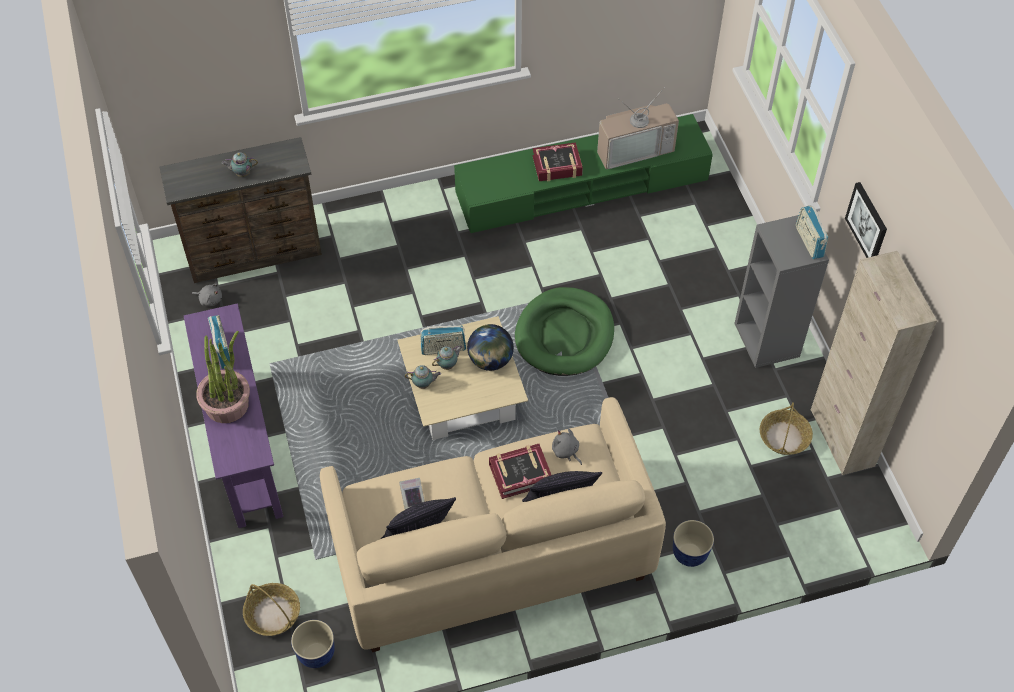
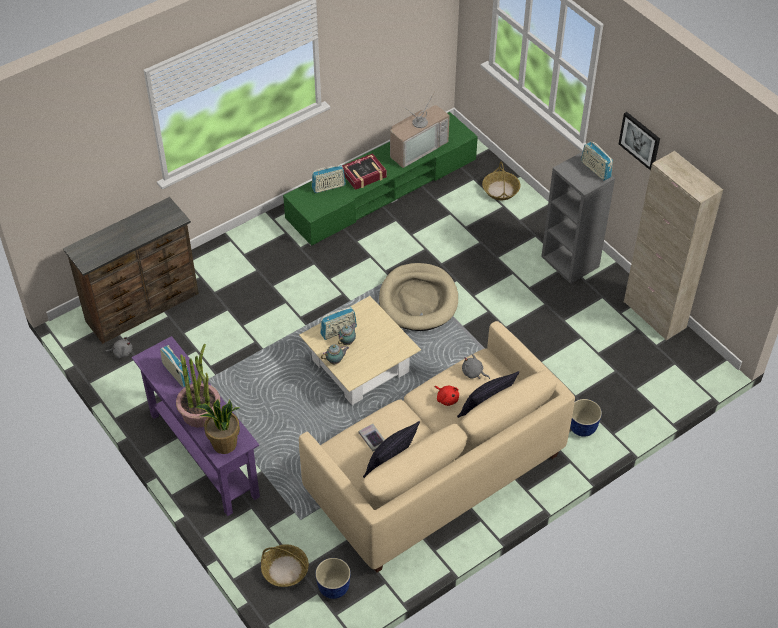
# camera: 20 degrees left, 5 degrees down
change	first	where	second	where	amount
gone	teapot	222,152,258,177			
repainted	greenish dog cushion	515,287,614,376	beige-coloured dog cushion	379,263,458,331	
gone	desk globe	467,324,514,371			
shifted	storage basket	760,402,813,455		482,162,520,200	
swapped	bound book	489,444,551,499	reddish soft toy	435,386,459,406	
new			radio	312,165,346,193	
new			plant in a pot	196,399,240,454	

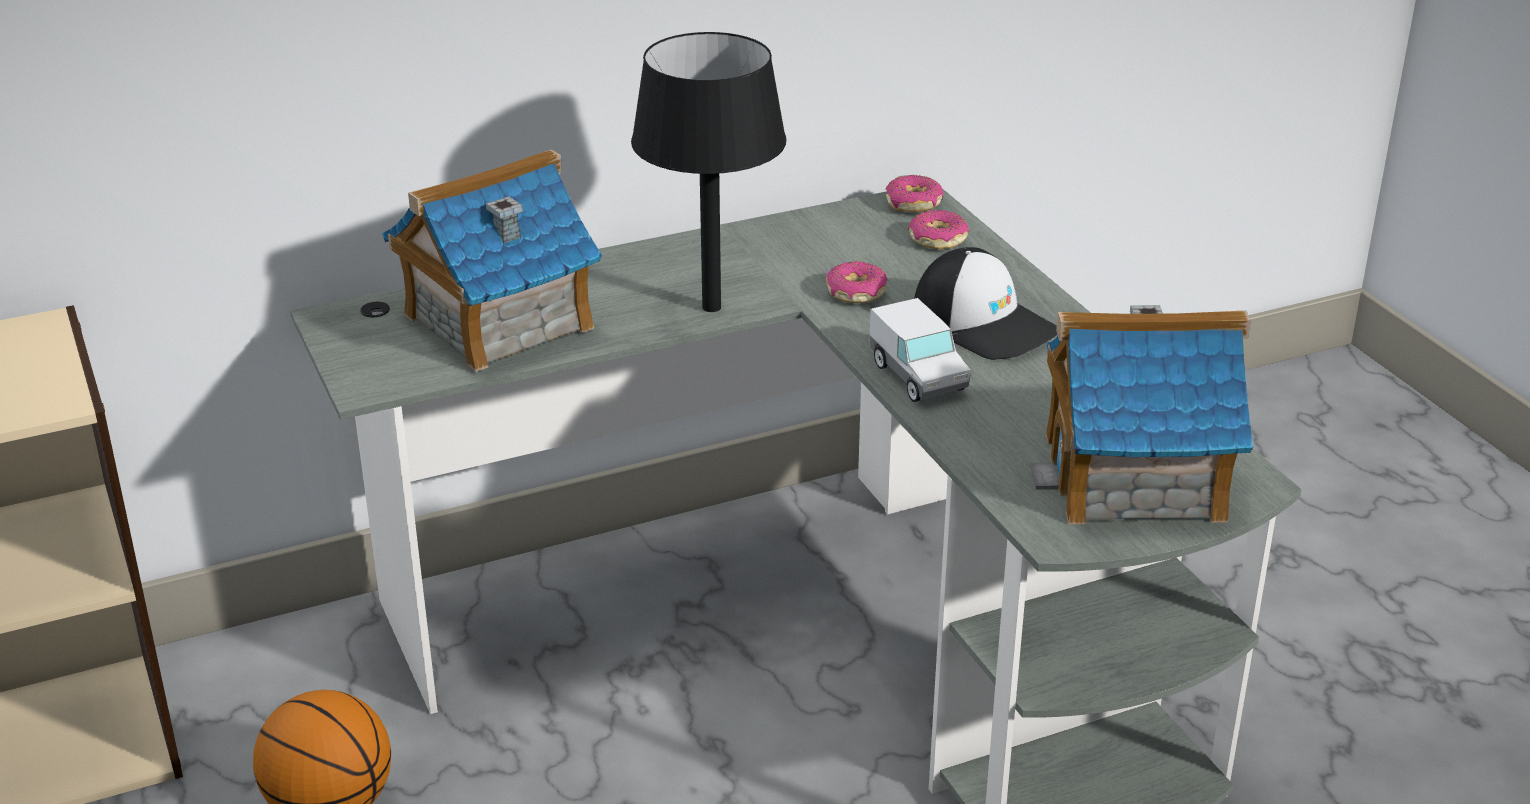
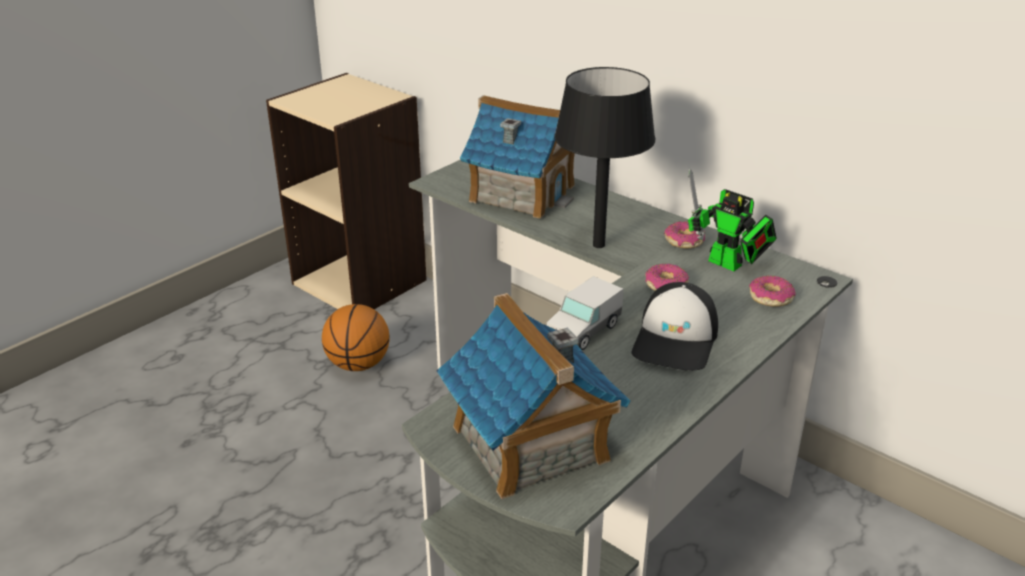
# camera: 65 degrees right, 0 degrees up
change	first	where	second	where	amount
shifted	doughnut	886,175,944,212		664,221,705,249	
new			toy robot	688,169,777,271	

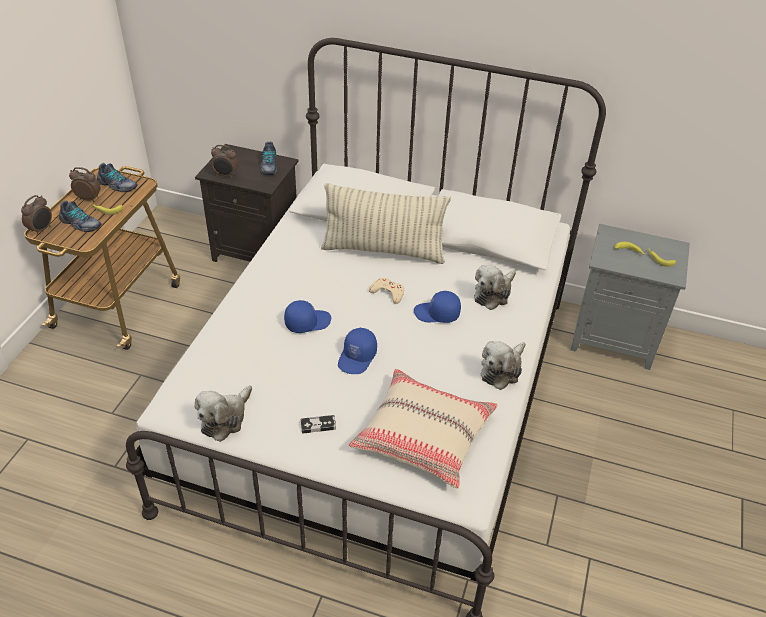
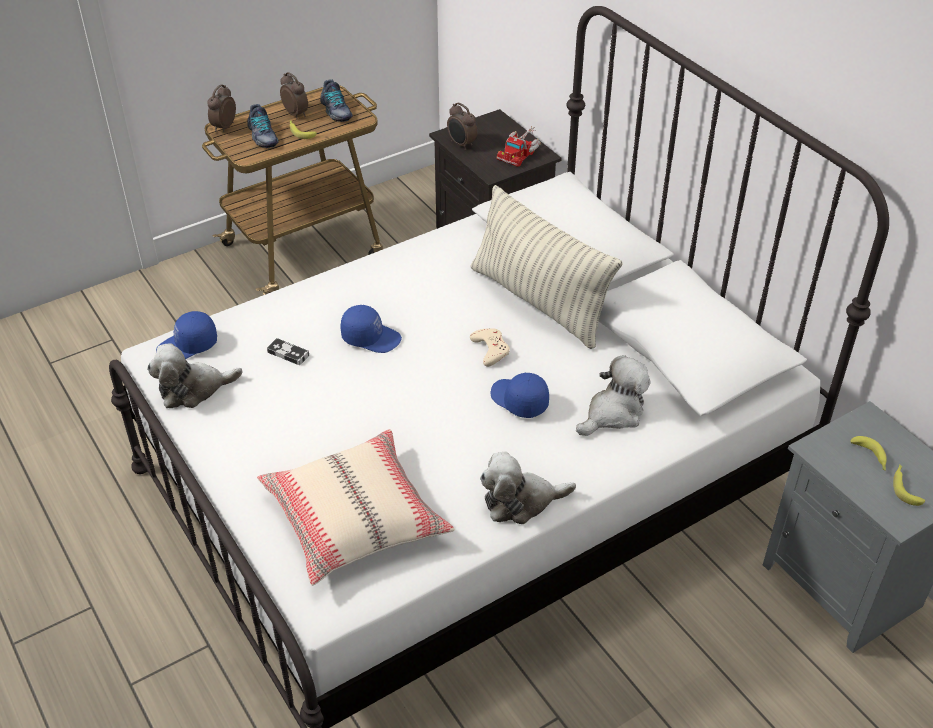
# camera: 40 degrees right, 0 degrees up
change	first	where	second	where	amount
swapped	low shoe	260,142,277,176	toy lorry	497,126,541,167	
rotated	table clock	21,195,52,236		207,84,236,132	135 degrees clockwise
rotated	soft toy	474,265,516,310		576,355,650,436	150 degrees clockwise
shifted	blue-coloured peaked cap	338,328,377,374		156,311,217,359	
shifted	game controller	301,415,336,434		267,338,309,365	

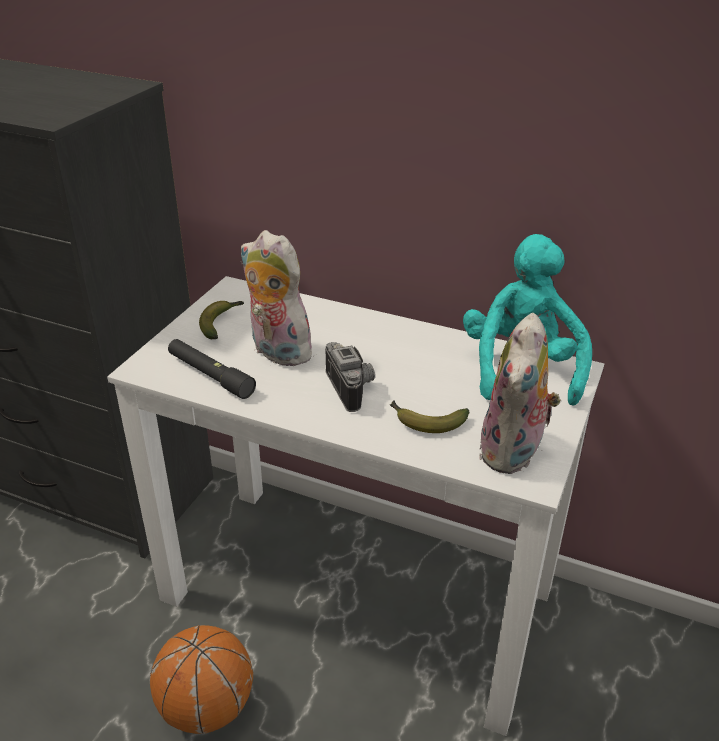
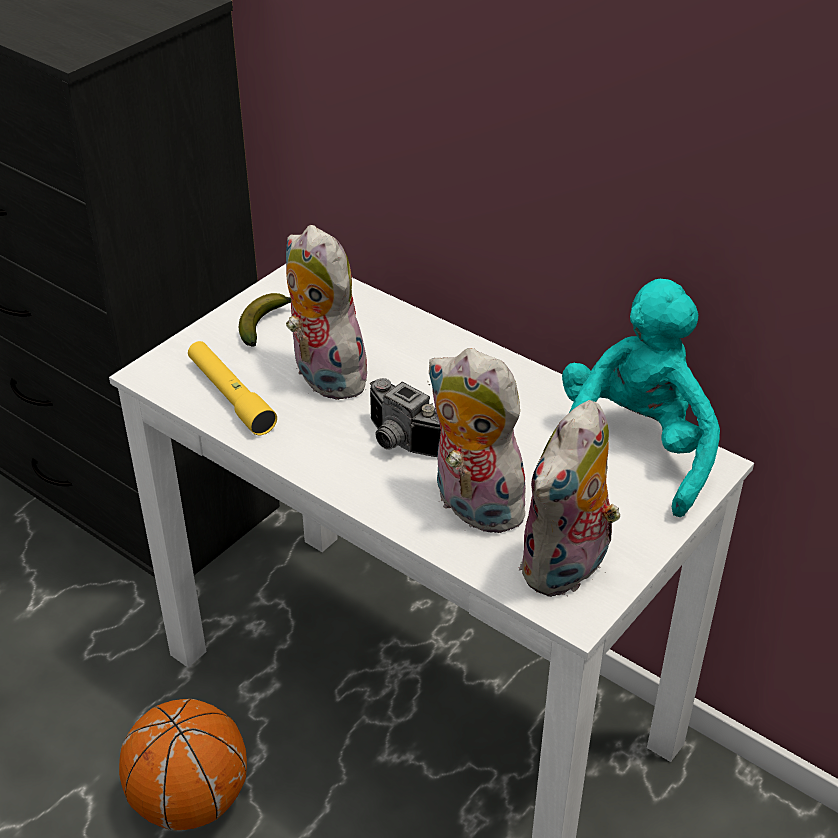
# camera: 15 degrees right, 5 degrees up
change	first	where	second	where	amount
repainted	black-coloured torch	168,339,256,399	yellowish torch	188,341,277,435	
rotated	photo camera	325,342,375,412		370,378,441,457	135 degrees clockwise
swapped	banana	390,400,470,433	soft toy	427,348,526,533	

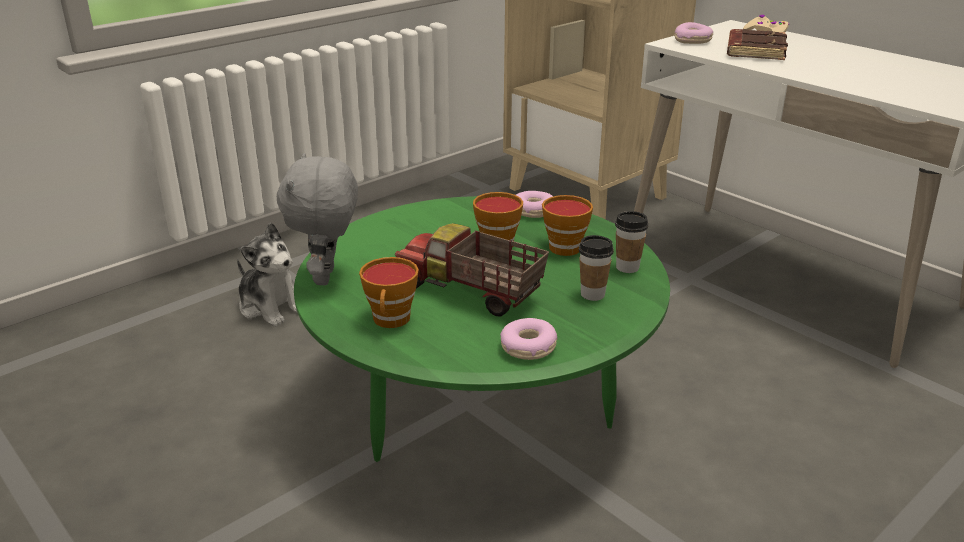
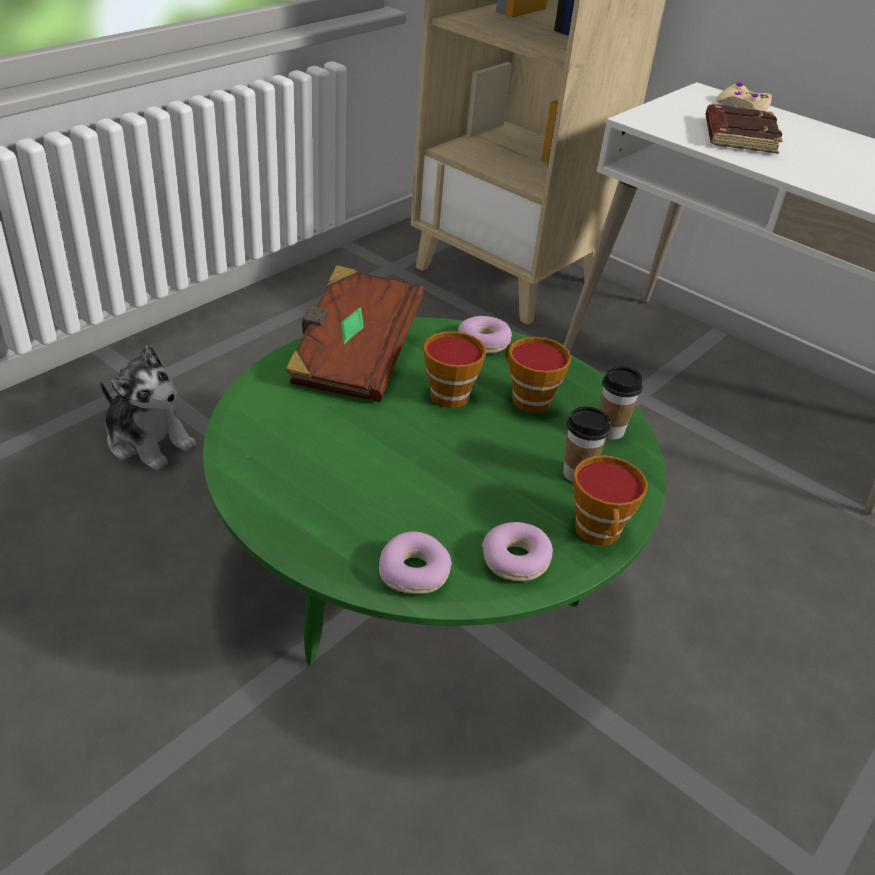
# camera: 10 degrees left, 10 degrees up
change	first	where	second	where	amount
shifted	doughnut	675,22,713,44		379,532,452,594	
gone	gray soft toy	277,153,358,285			
gone	toy lorry	395,223,549,317			
shifted	small cup	359,257,419,328		573,455,648,545	
new			brown-coloured bound book	285,265,424,402	

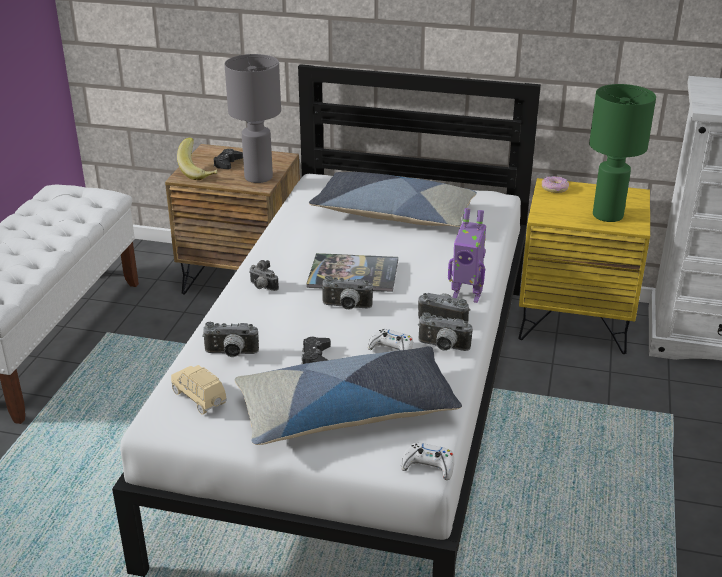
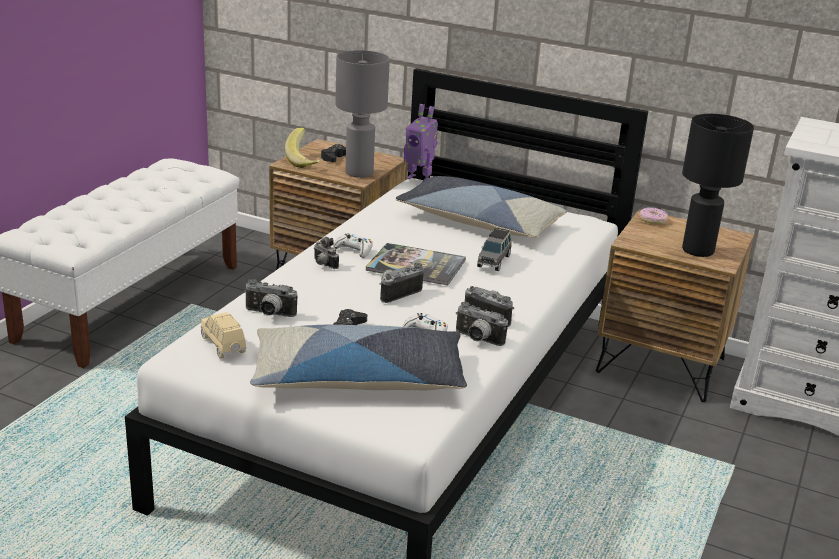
# camera: 10 degrees right, 5 degrees down
change	first	where	second	where	amount
repainted	greenish lamp for a table	589,84,656,222	black-coloured lamp for a table	682,114,754,257	
repainted	yellowish night table	518,178,650,354	brown-coloured night table	596,209,754,402	
shifted	toy robot	448,208,486,303		404,104,438,182	
rotated	photo camera	321,276,373,310		380,263,424,303	120 degrees clockwise
shifted	white-coloured game controller	401,443,454,480		333,233,373,258	
new			gray model car	477,227,512,271	

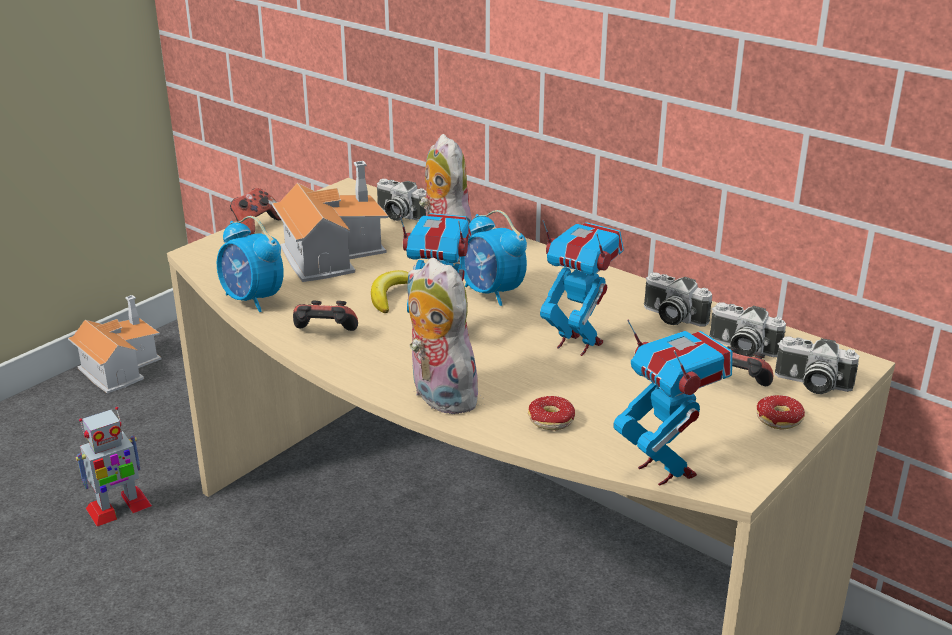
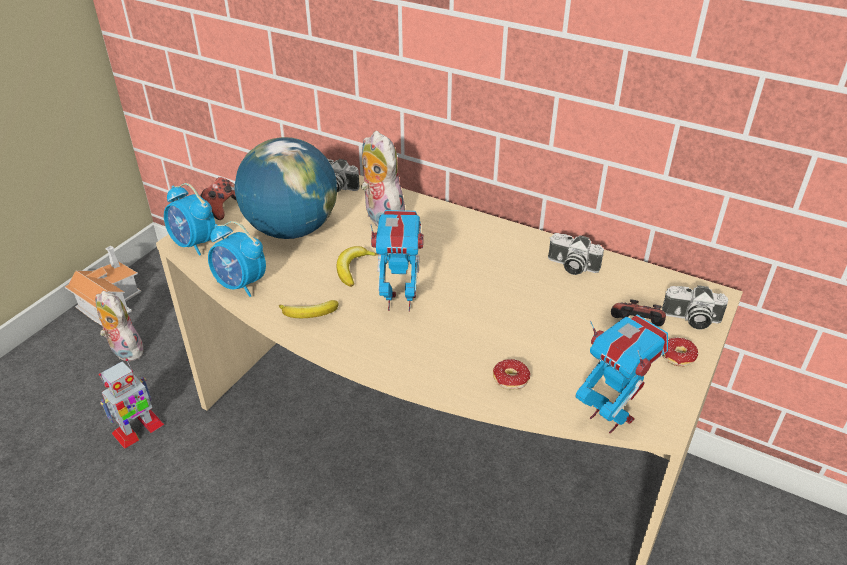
# camera: 10 degrees left, 10 degrees up
change	first	where	second	where	amount
swapped	model house	272,161,388,282	desk globe	235,137,337,239	
shifted	table clock	460,210,527,306		164,183,215,256	
gone	toy robot	540,220,624,356			
shifted	soft toy	407,258,478,415		96,291,143,361	
swapped	game controller	293,301,358,331	banana	279,300,338,318	
gone	photo camera	709,302,786,357			

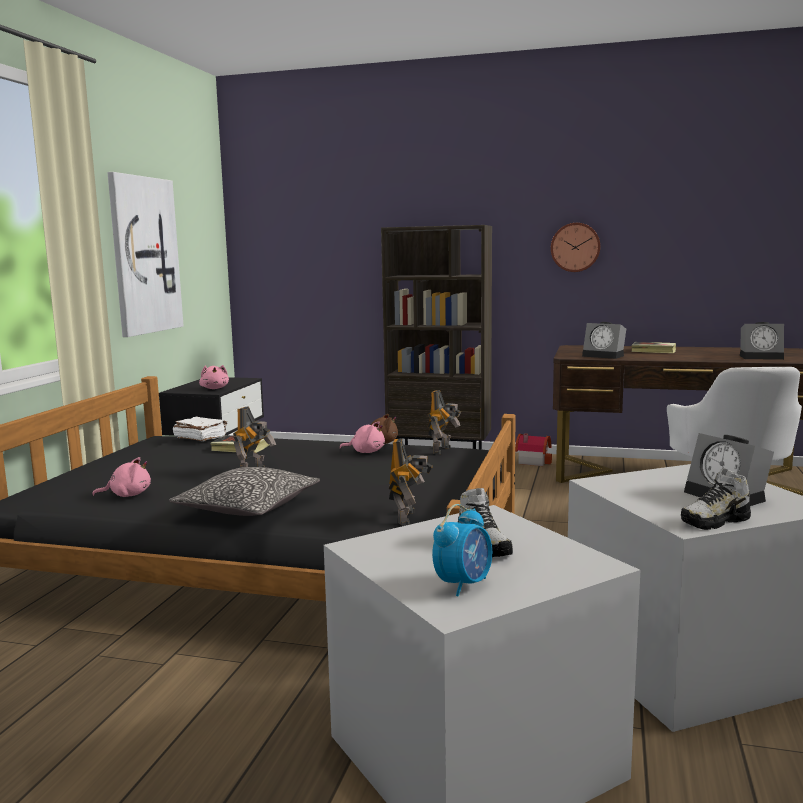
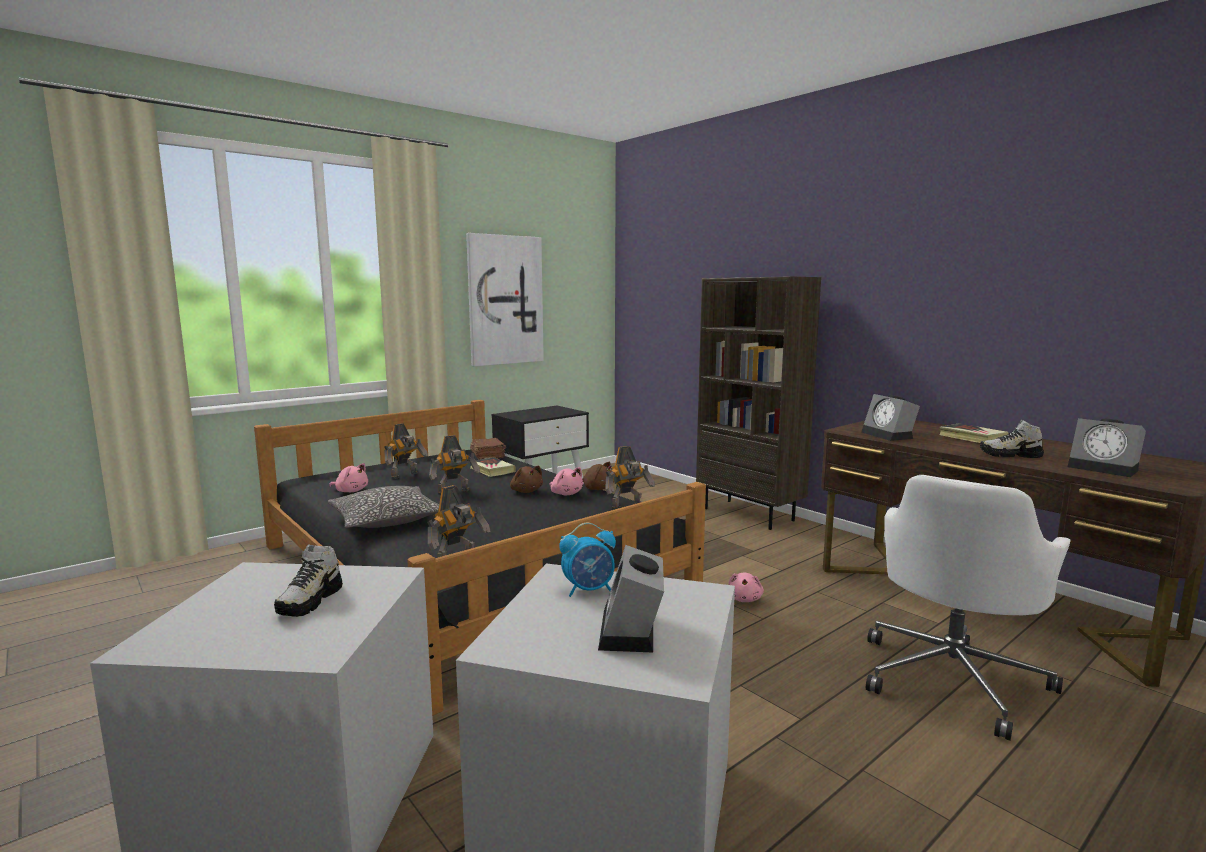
# camera: 35 degrees right, 0 degrees up
change	first	where	second	where	amount
gone	wall clock	551,223,600,272			
shifted	pink-coloured soft toy	199,365,229,389		729,573,764,602	
repainted	white-coloured bound book	173,416,227,441	brown-coloured bound book	470,438,506,459	
gone	model house	515,433,552,466			
shifted	low shoe	681,468,751,530		980,420,1044,458	
shifted	table clock	432,504,492,597		559,523,616,597	
new			toy robot	384,423,428,479	
new			brown-coloured soft toy	510,466,543,493	

